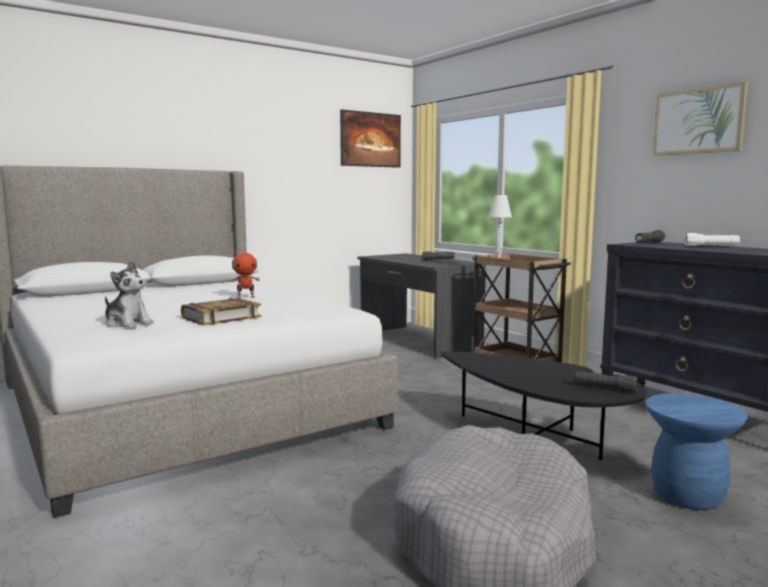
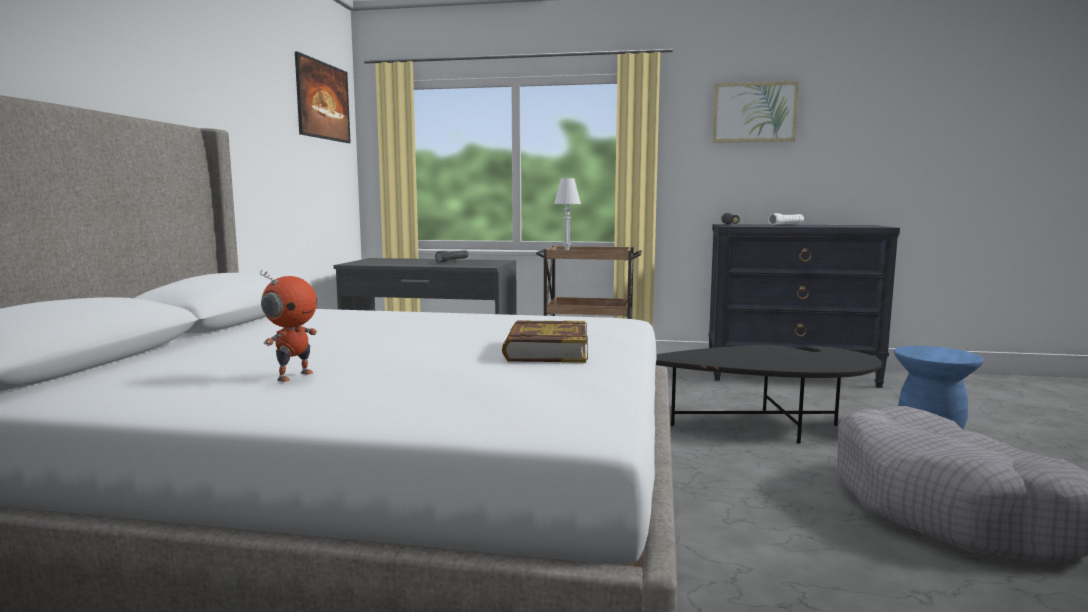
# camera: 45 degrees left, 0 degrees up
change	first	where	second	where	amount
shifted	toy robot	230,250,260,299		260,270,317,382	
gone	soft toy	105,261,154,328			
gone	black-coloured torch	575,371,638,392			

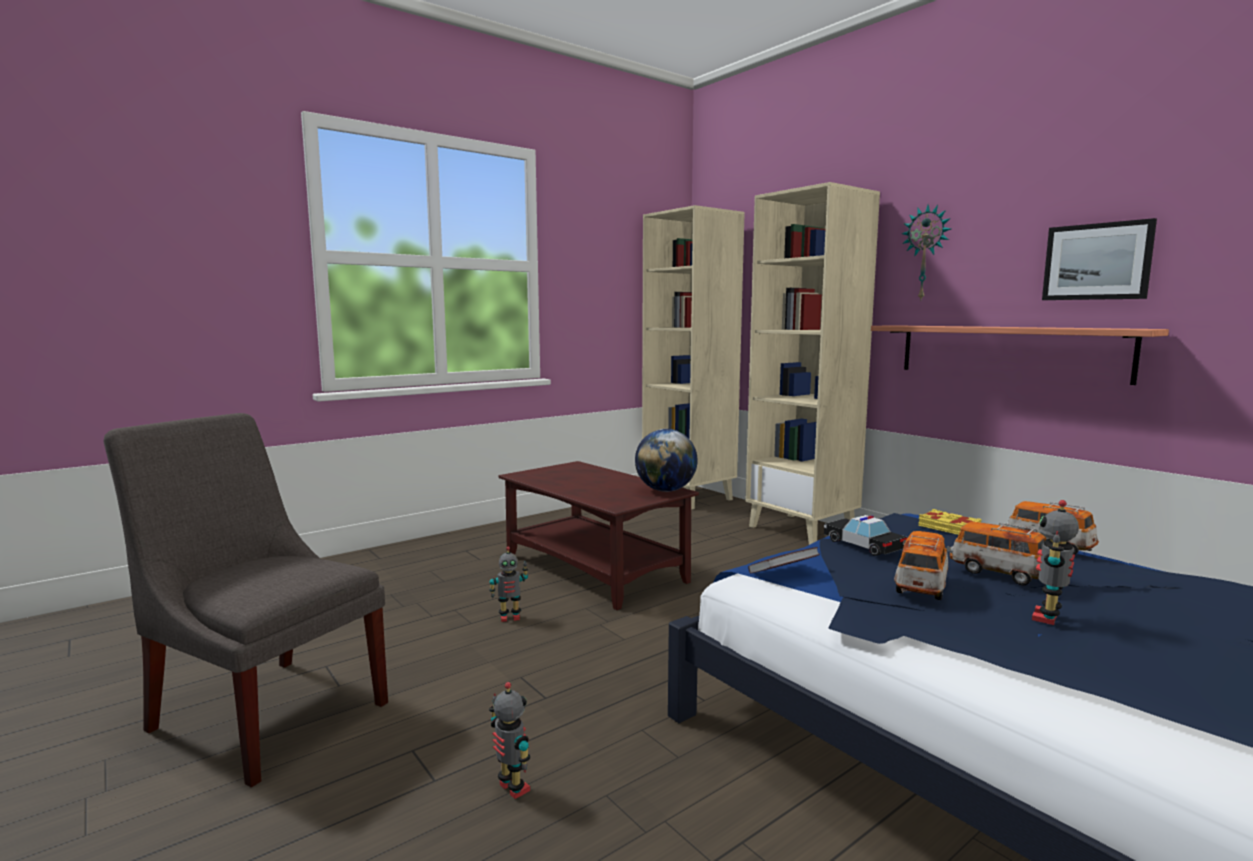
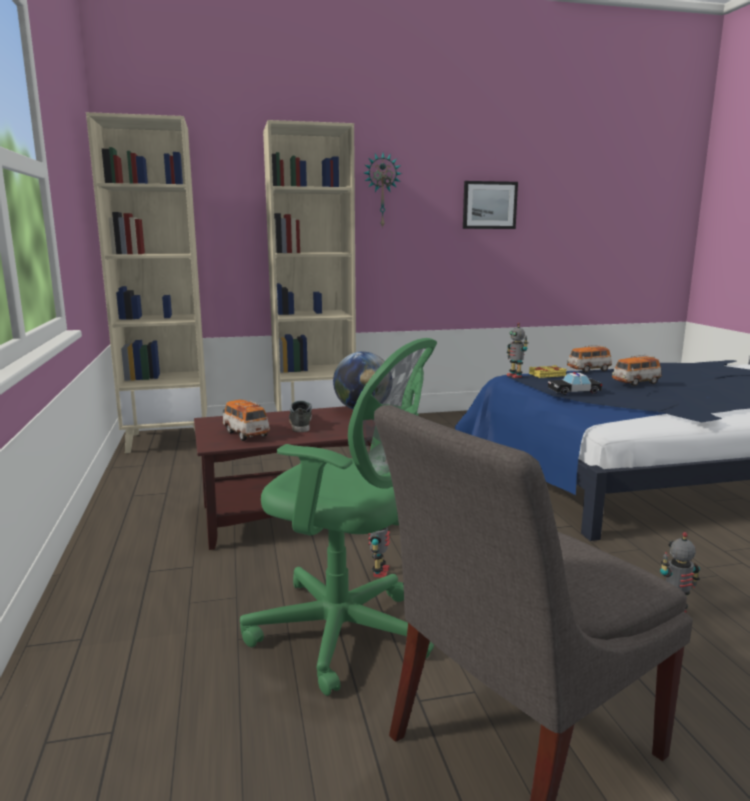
# camera: 65 degrees left, 5 degrees up
change	first	where	second	where	amount
gone	wall shelf	871,325,1169,385			
shifted	toy robot	1032,500,1079,625		507,323,529,378	
shifted	model car	894,531,951,600		222,400,270,441	
gone	bound book	748,547,820,573			
new			greenish computer chair	240,338,437,696	
new			low shoe	289,400,312,432	

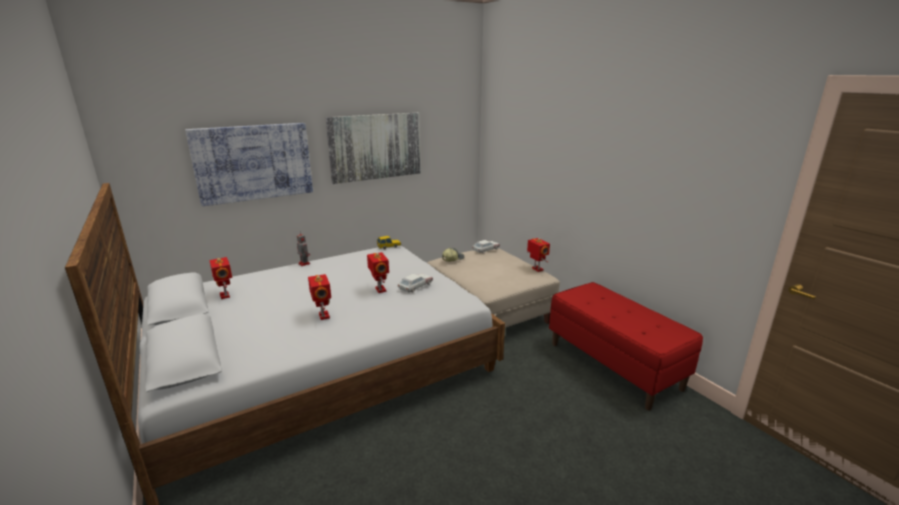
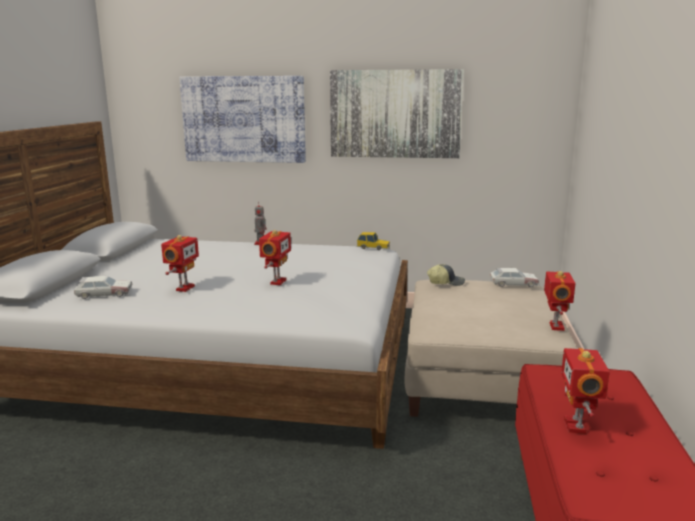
# camera: 40 degrees right, 5 degrees down
change	first	where	second	where	amount
shifted	toy robot	209,257,232,299		561,348,610,434	
shifted	model car	398,273,433,292		74,276,132,299	

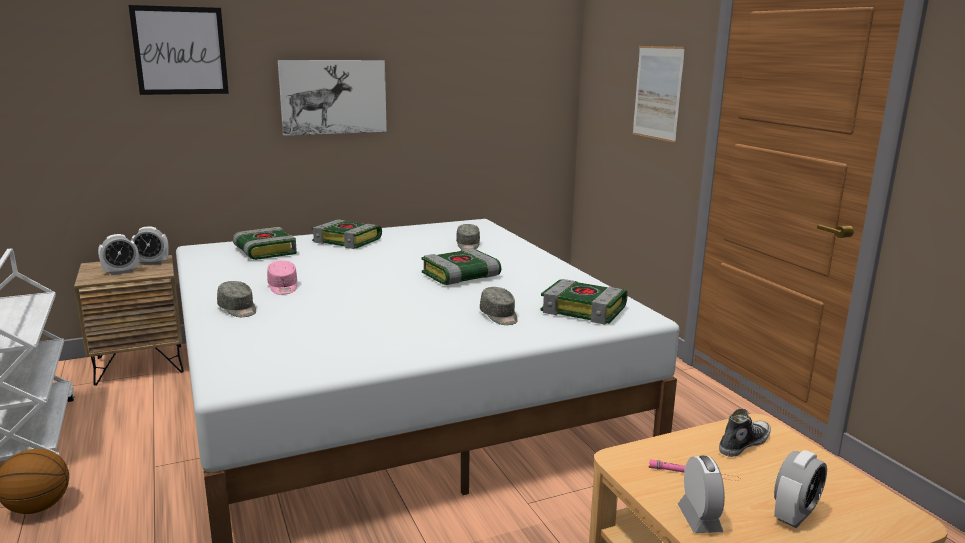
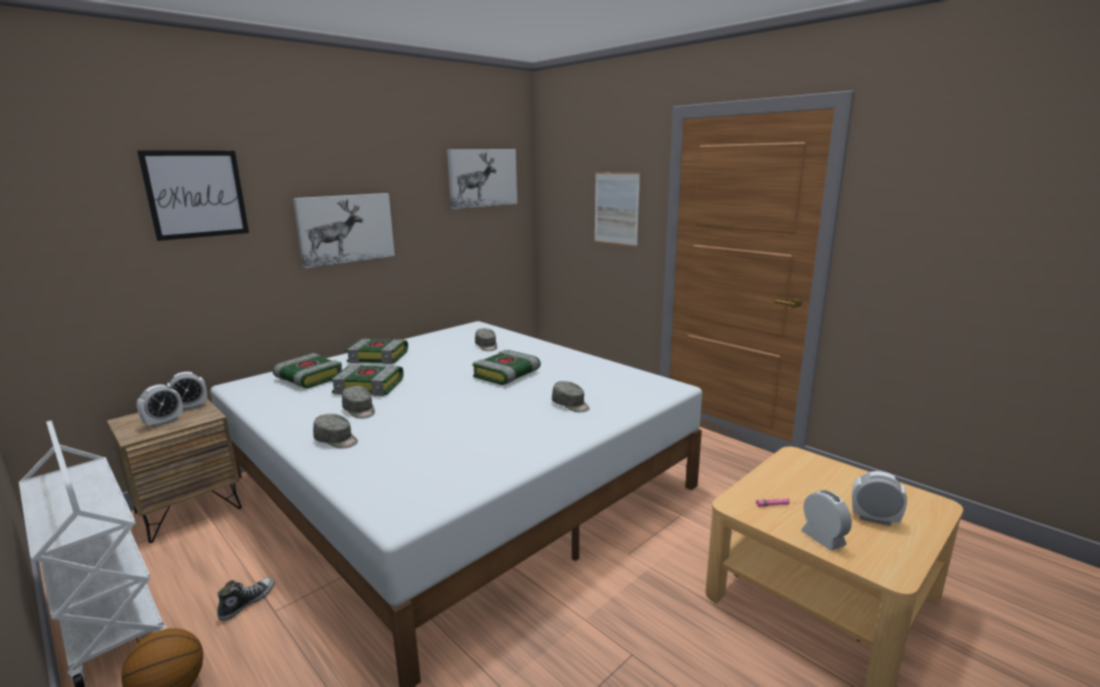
# camera: 20 degrees left, 0 degrees up
change	first	where	second	where	amount
repainted	pink-coloured peaked cap	267,261,297,295	gray peaked cap	342,386,375,419	
shifted	bound book	540,279,628,325		330,365,404,396	
shifted	low shoe	719,409,771,457		217,577,274,621	
rotated	table clock	774,450,827,528		852,471,907,526	90 degrees counterclockwise
new			wall art	447,149,517,209	

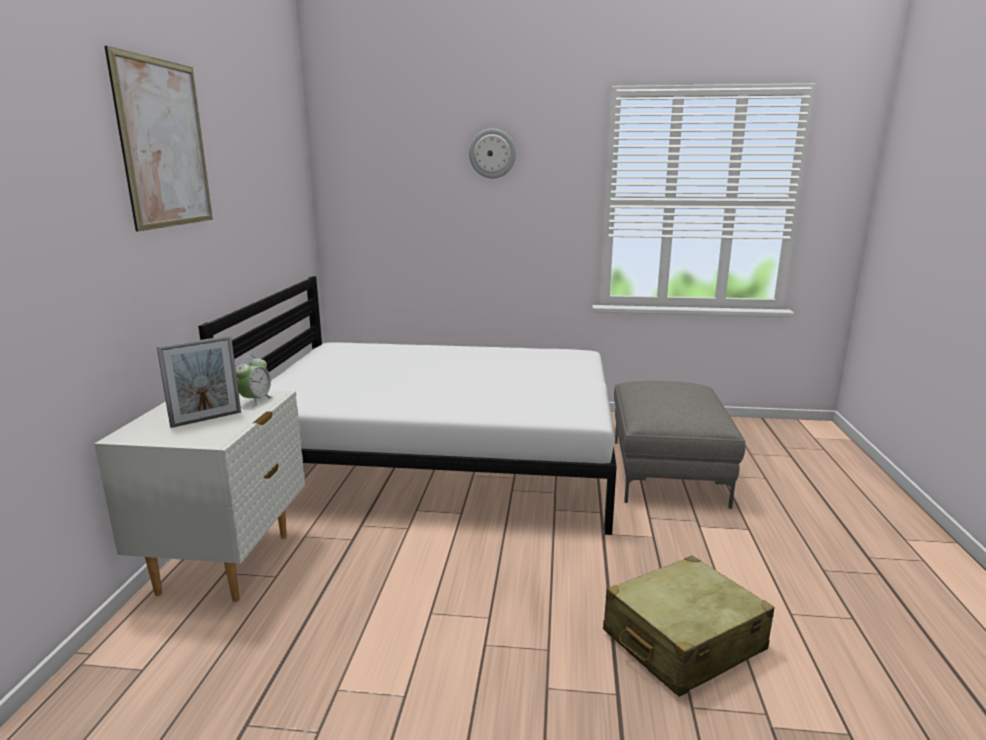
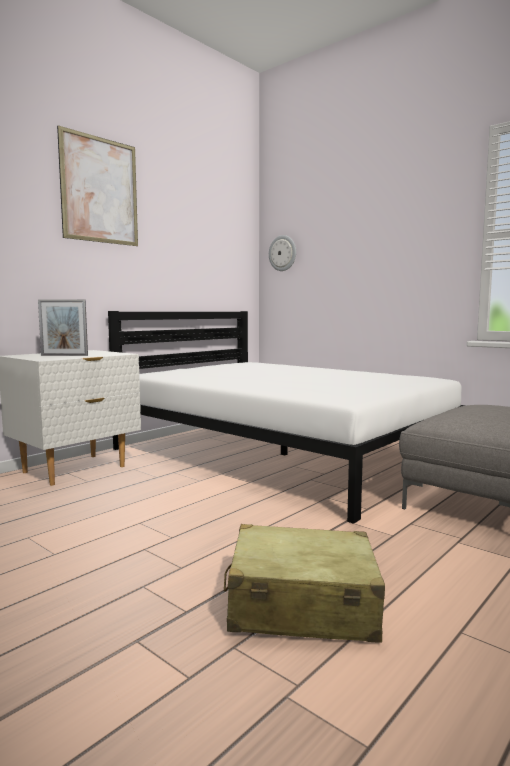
# camera: 35 degrees right, 10 degrees down
change	first	where	second	where	amount
shifted	wall clock	469,128,516,179		269,235,296,271	
gone	table clock	236,355,273,407			

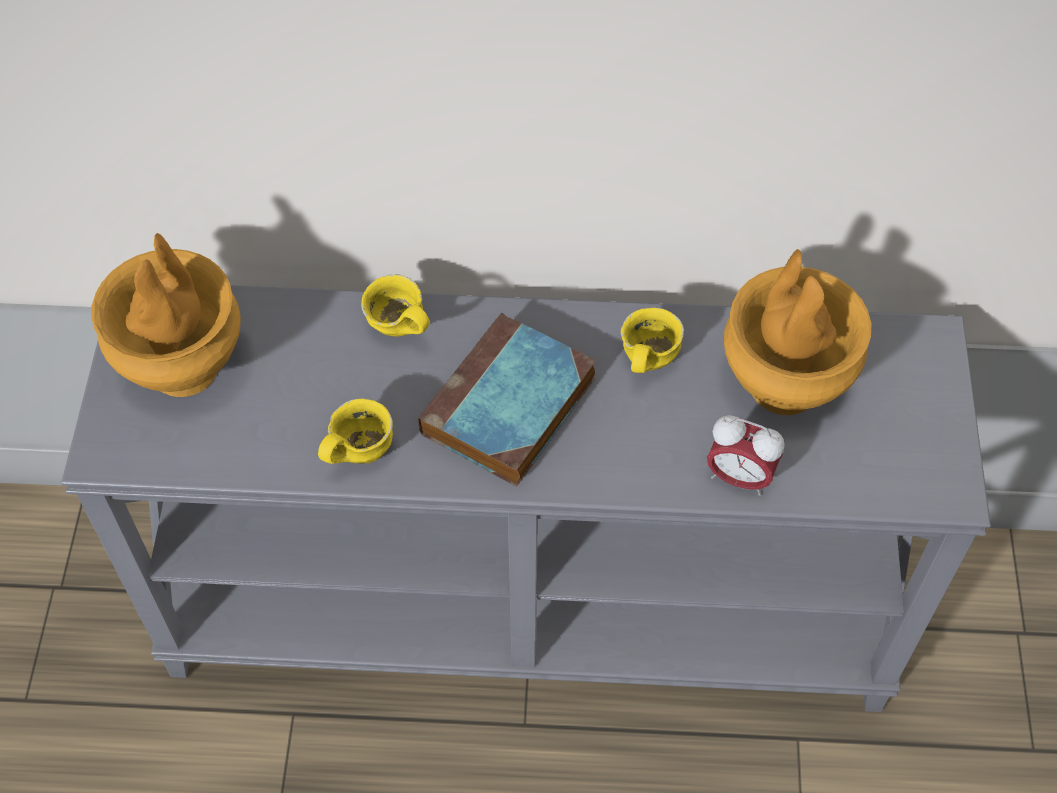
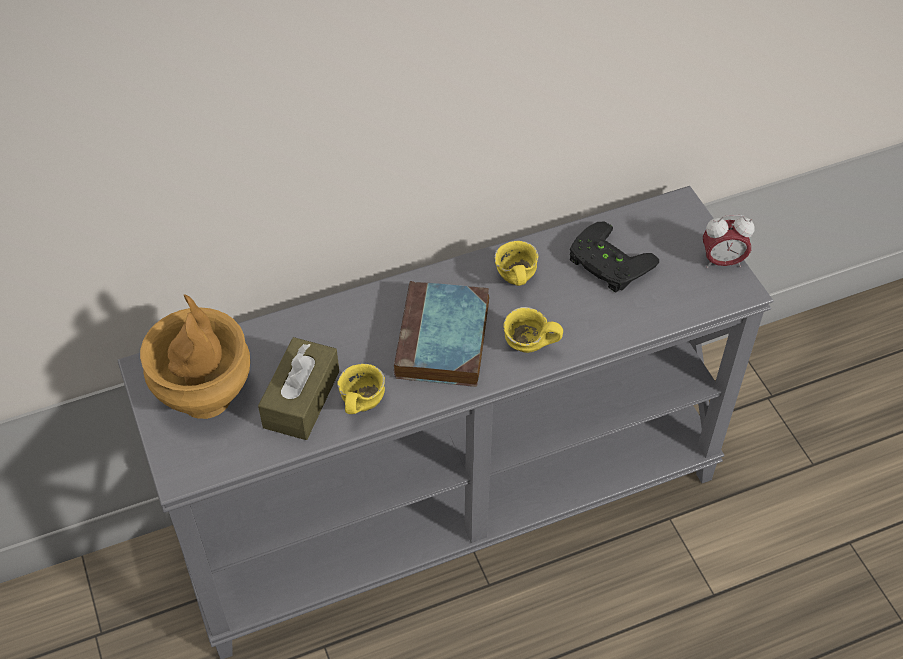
# camera: 25 degrees left, 5 degrees down
change	first	where	second	where	amount
swapped	brown-coloured flower vase	724,249,871,415	black-coloured game controller	570,221,659,292	
shifted	yellowish tea mug	361,274,430,336		504,307,563,353	
shifted	table clock	707,415,785,496		703,215,755,268	
new			brown-coloured tissue holder	258,337,339,440	

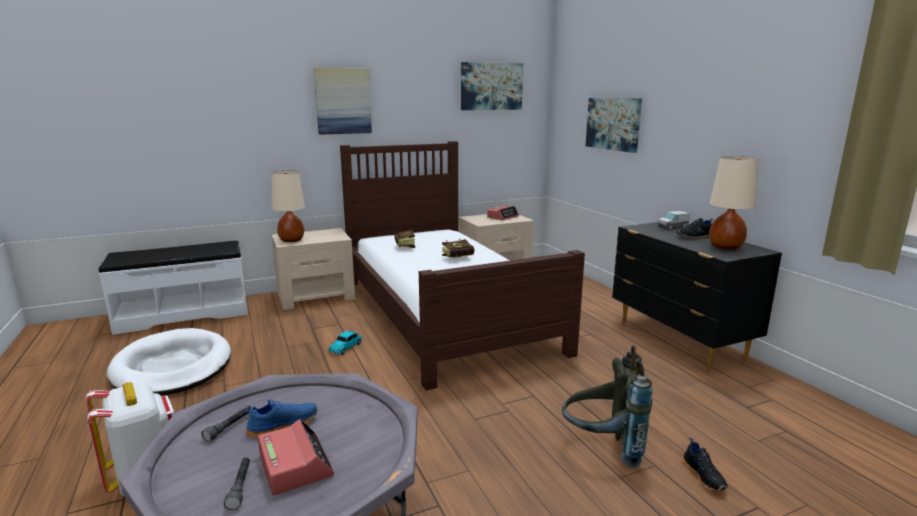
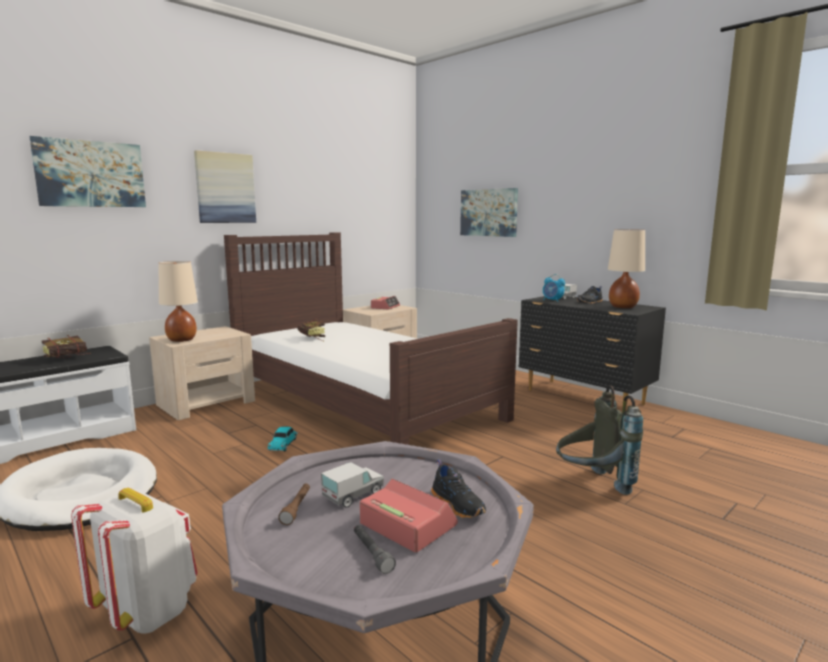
# camera: 20 degrees left, 5 degrees down
change	first	where	second	where	amount
shifted	wall art	461,62,523,110		29,136,146,207	
shifted	bound book	442,239,475,258		42,335,89,358	
swapped	blue-coloured low shoe	244,399,317,437	toy lorry	321,462,384,508	
repainted	gray torch	202,406,251,442	brown-coloured torch	278,484,310,525	
shifted	black-coloured low shoe	682,437,727,491		431,460,486,518	
new			table clock	543,274,565,302	

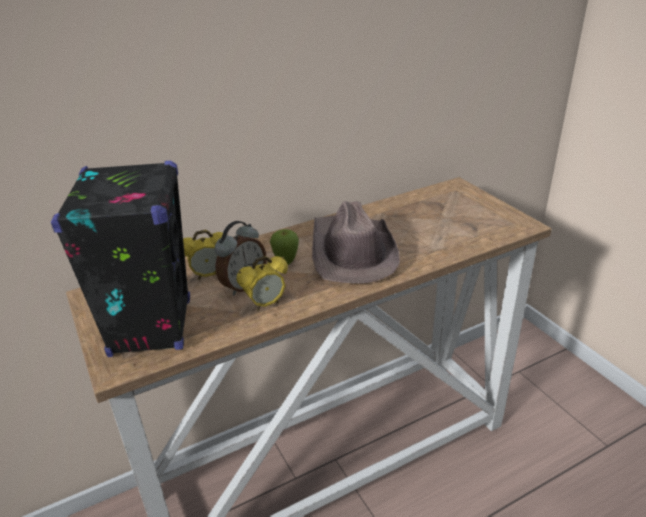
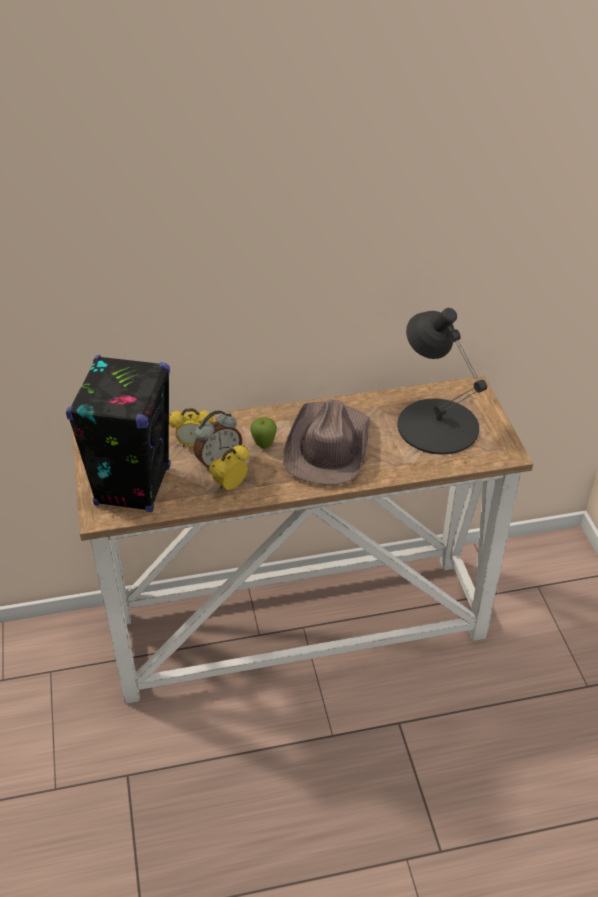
# camera: 15 degrees right, 10 degrees up
change	first	where	second	where	amount
rotated	table clock	237,256,288,311		209,445,249,490	150 degrees clockwise
new			black-coloured lamp for a table	397,308,487,455	

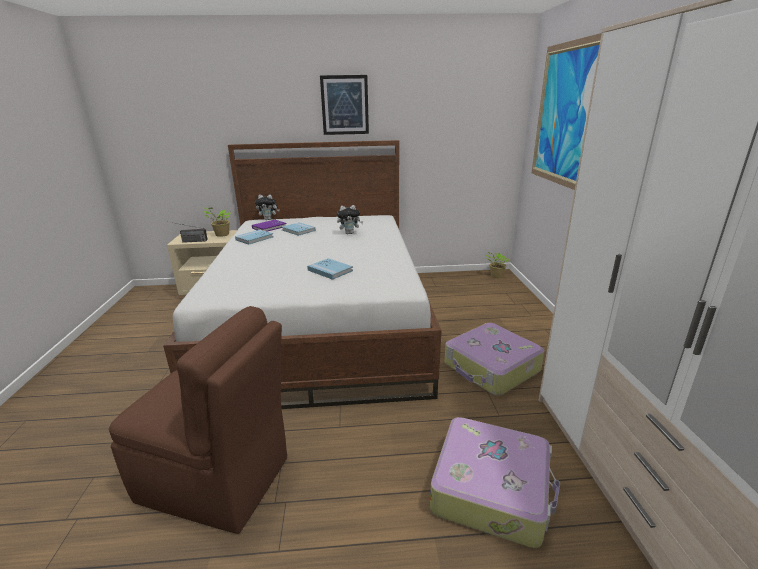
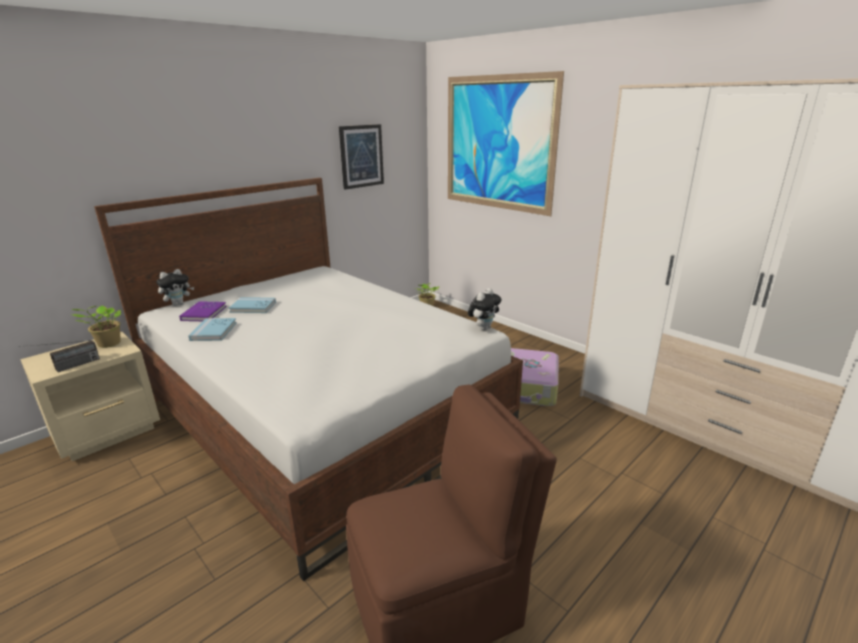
# camera: 40 degrees left, 0 degrees up
change	first	where	second	where	amount
shifted	wall art	320,75,369,135		339,124,384,190	
shifted	soft toy	337,205,363,234		468,288,501,330	
gone	blue-coloured bound book	307,258,353,280			
gone	travel case	430,417,560,548			

